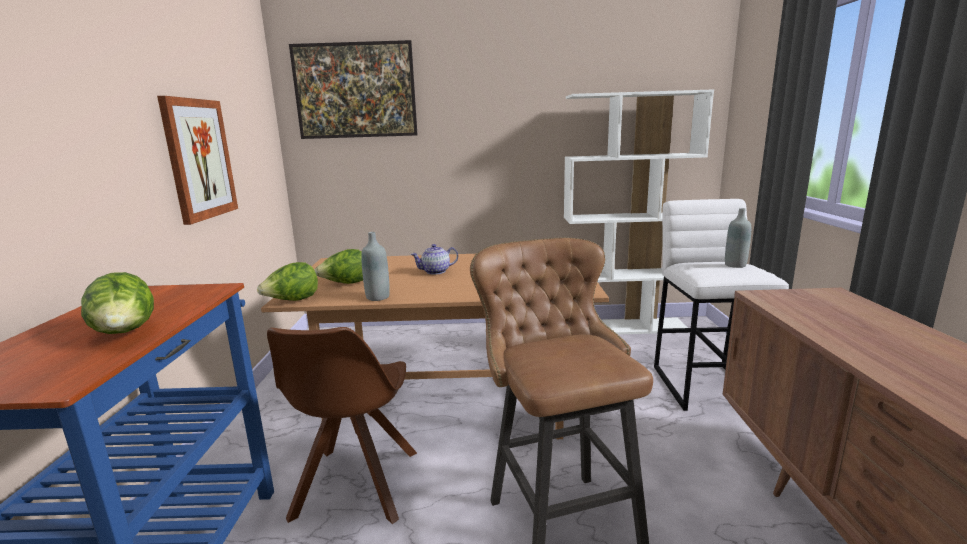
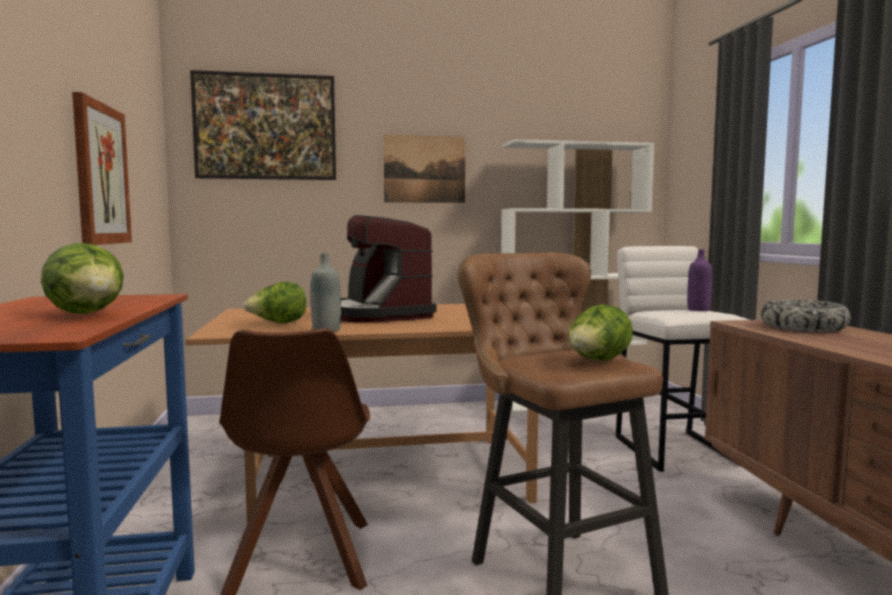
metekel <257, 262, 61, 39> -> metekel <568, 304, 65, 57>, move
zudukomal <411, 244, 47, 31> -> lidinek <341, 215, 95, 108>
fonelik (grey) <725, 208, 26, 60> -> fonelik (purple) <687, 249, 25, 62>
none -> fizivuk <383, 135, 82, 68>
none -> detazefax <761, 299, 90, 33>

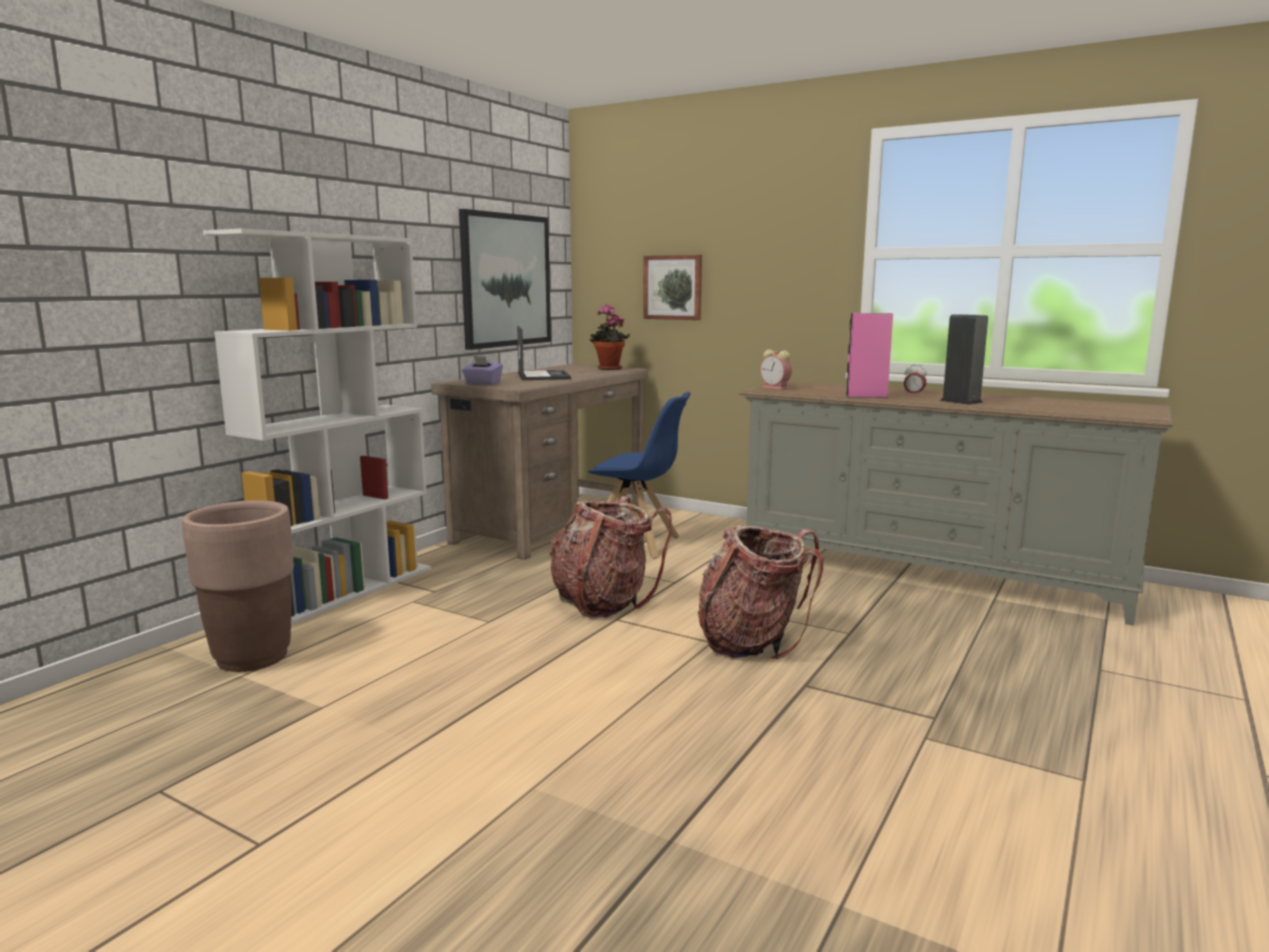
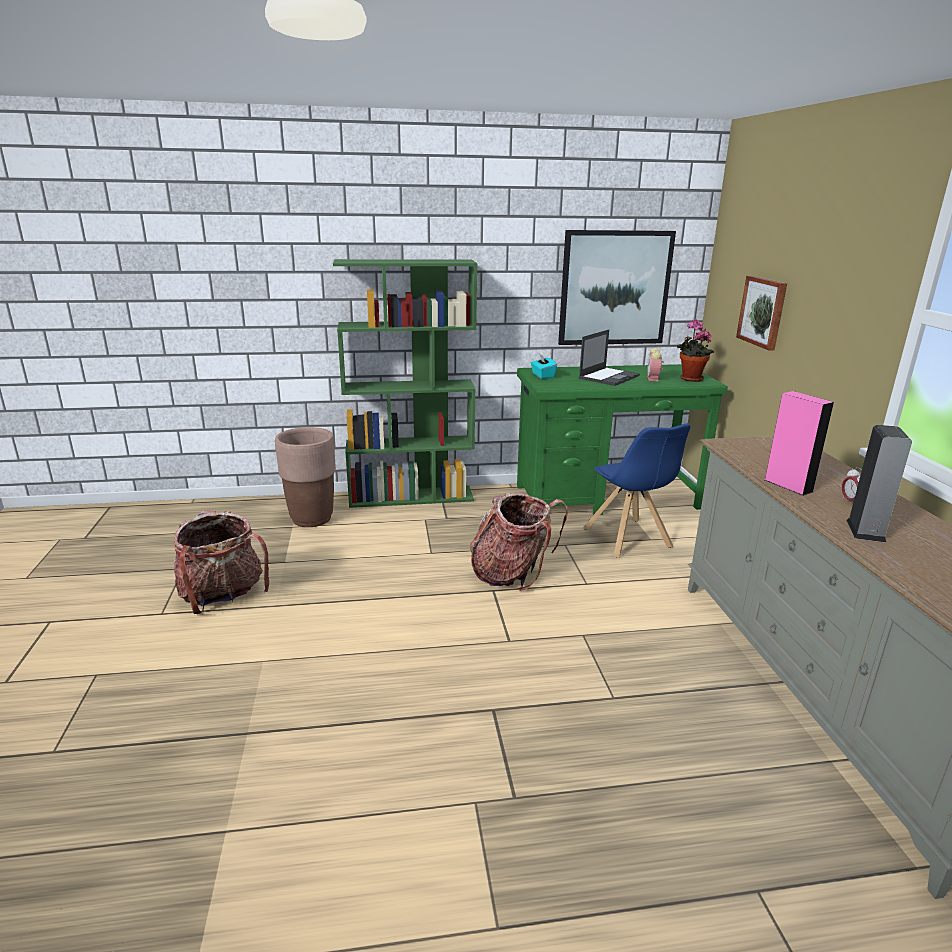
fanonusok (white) <203, 229, 228, 396> -> fanonusok (green) <333, 259, 144, 249>
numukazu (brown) <431, 364, 217, 196> -> numukazu (green) <517, 364, 211, 151>
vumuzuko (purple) <462, 356, 41, 29> -> vumuzuko (turquoise) <531, 353, 26, 26>
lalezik <698, 525, 125, 134> -> lalezik <174, 510, 95, 104>, move
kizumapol <760, 349, 32, 41> -> kizumapol <647, 348, 17, 34>, move

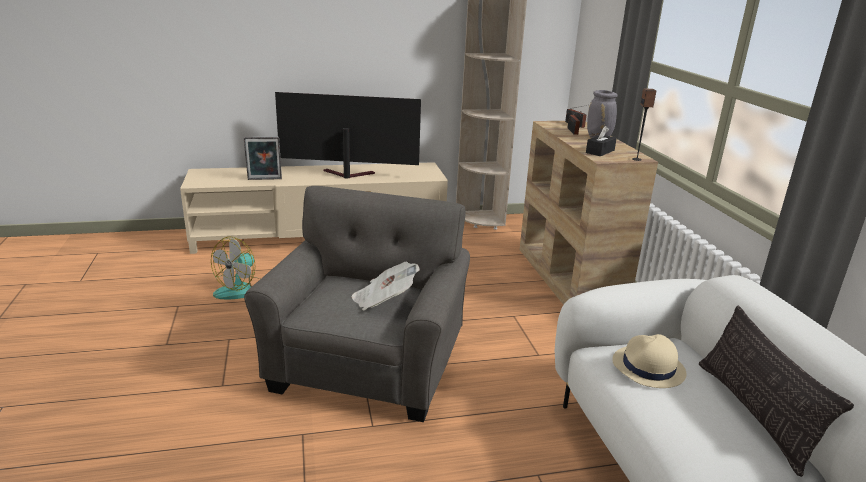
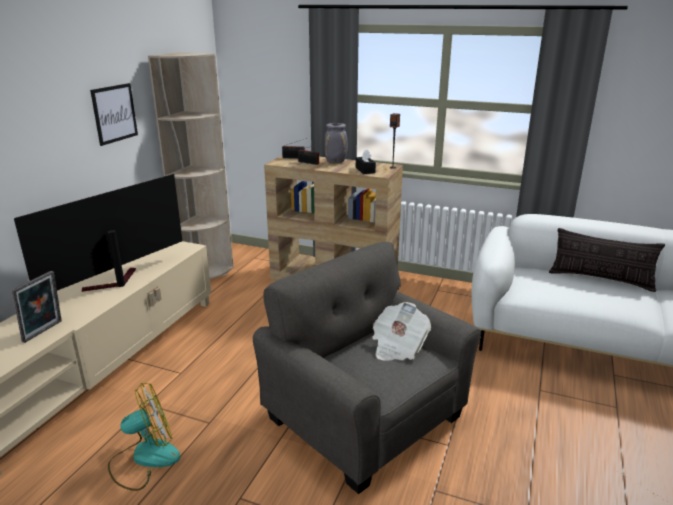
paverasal <211, 237, 49, 62> -> paverasal <108, 383, 72, 108>, 90 degrees counterclockwise
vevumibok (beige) <612, 334, 75, 54> -> none
none -> fizivuk <90, 83, 48, 63>

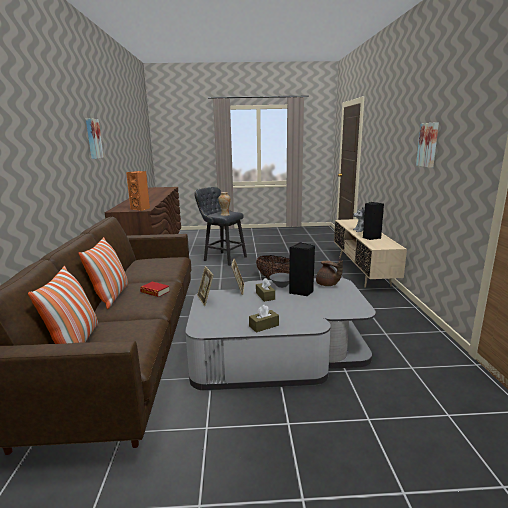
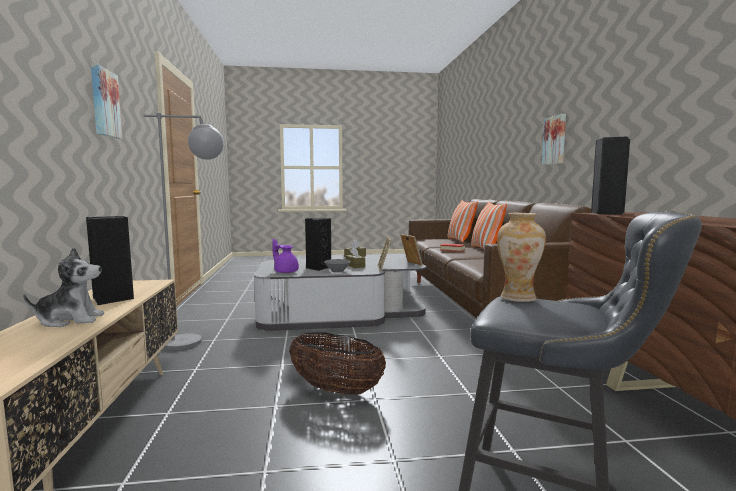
fizivuk <86, 118, 18, 41> -> fizivuk <542, 114, 24, 51>, move
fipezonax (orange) <126, 171, 24, 40> -> fipezonax (black) <590, 137, 40, 78>
zudukomal (brown) <316, 260, 27, 26> -> zudukomal (purple) <273, 239, 26, 34>
none -> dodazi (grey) <143, 113, 81, 237>

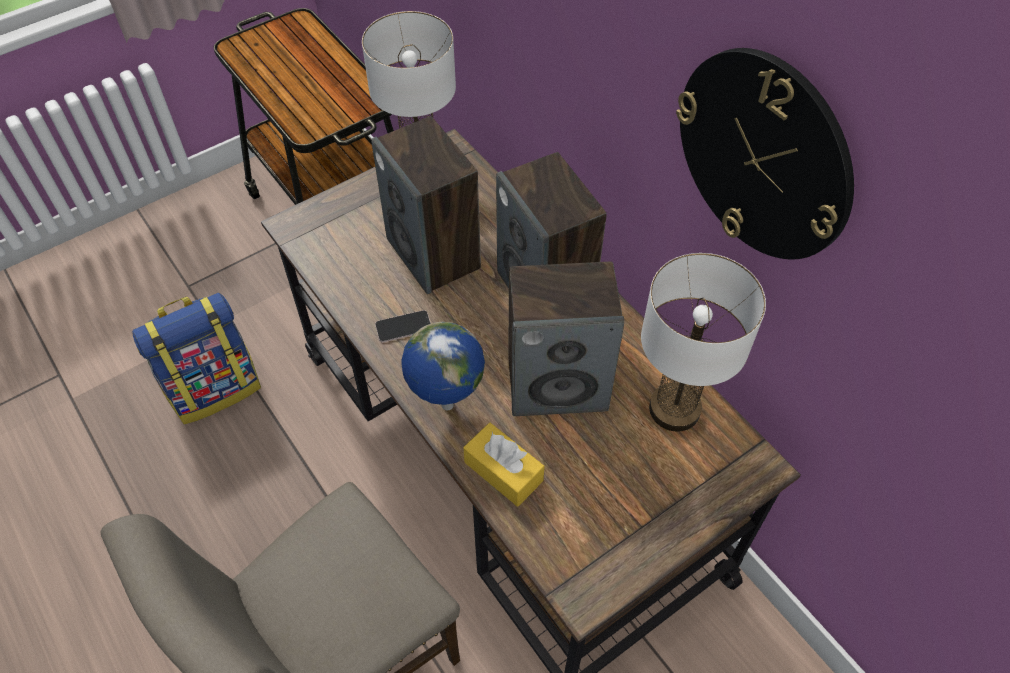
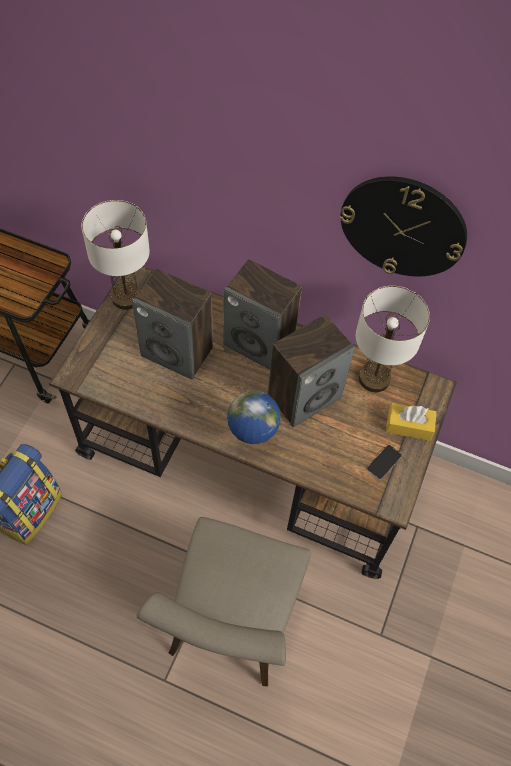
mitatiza <375, 310, 56, 32> -> mitatiza <367, 445, 35, 35>, move
vumuzuko (yellow) <463, 423, 81, 84> -> vumuzuko (yellow) <386, 403, 51, 38>, move

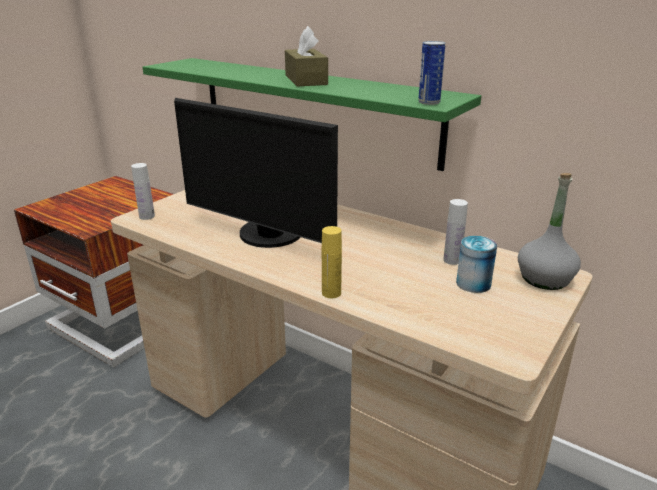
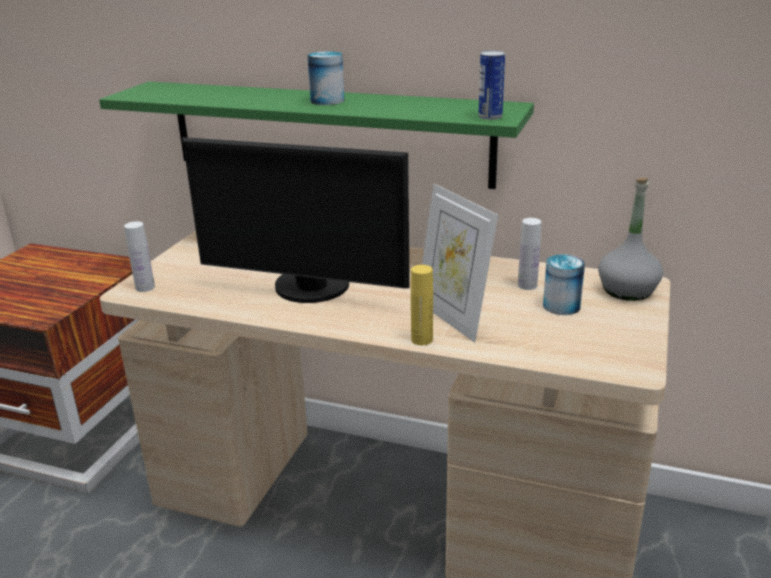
vumuzuko (brown) <285, 26, 43, 61> -> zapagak <307, 51, 37, 54>
none -> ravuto <422, 184, 76, 158>

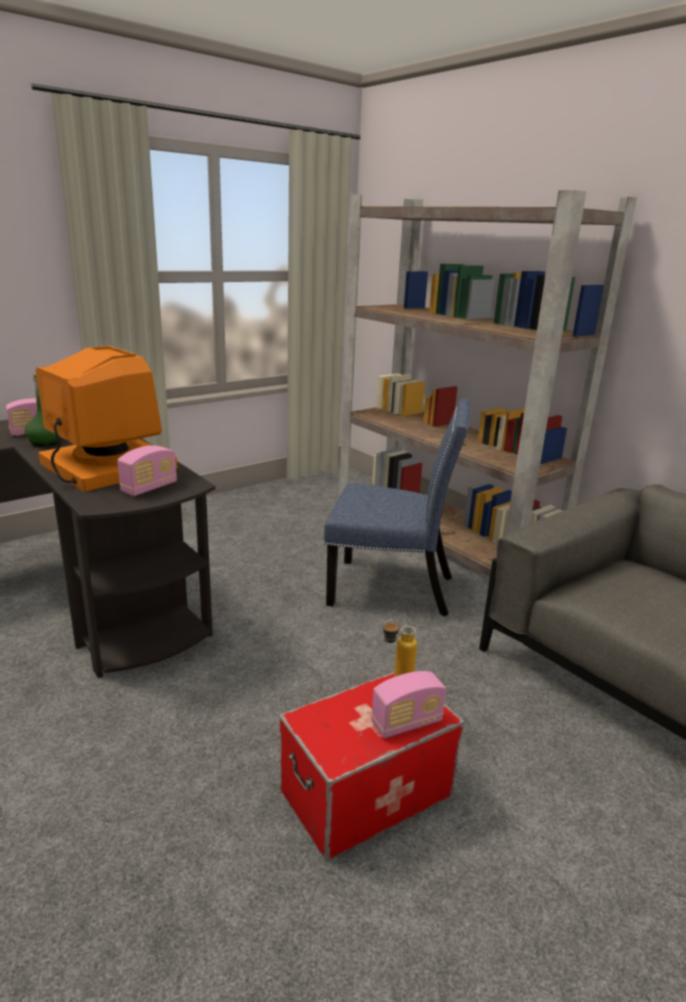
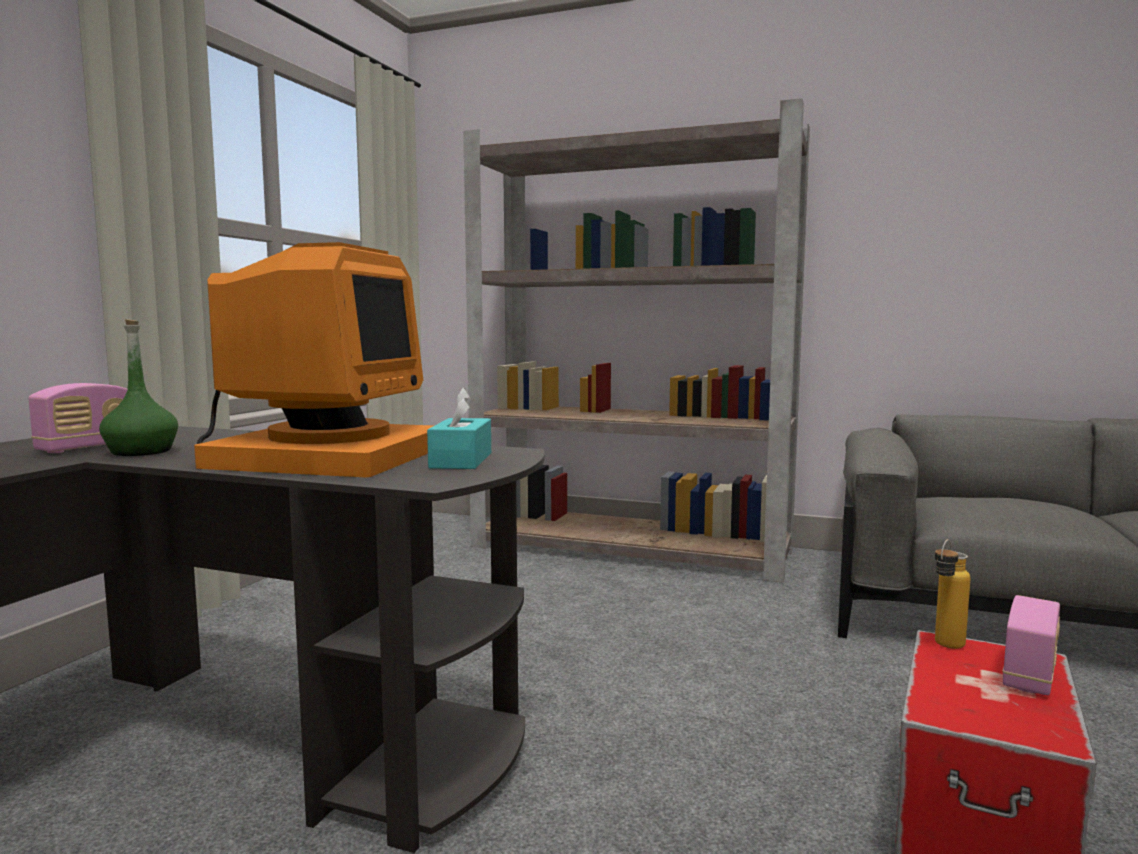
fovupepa <36, 346, 141, 145> -> fovupepa <194, 242, 240, 235>, 90 degrees clockwise
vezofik <117, 445, 60, 51> -> vumuzuko (turquoise) <427, 387, 64, 82>
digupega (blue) <324, 398, 147, 218> -> none

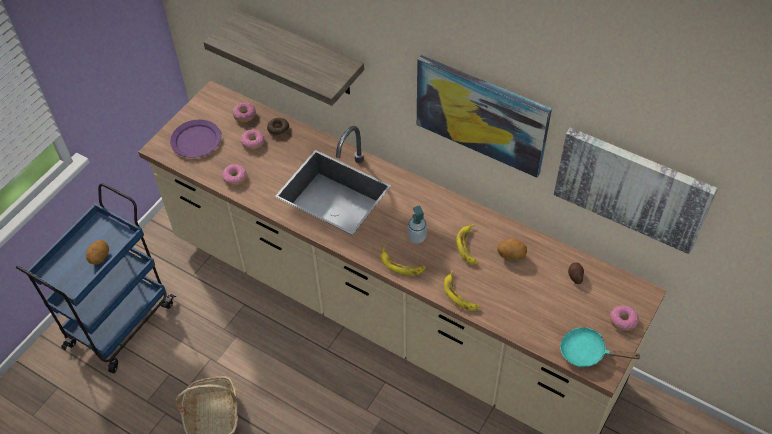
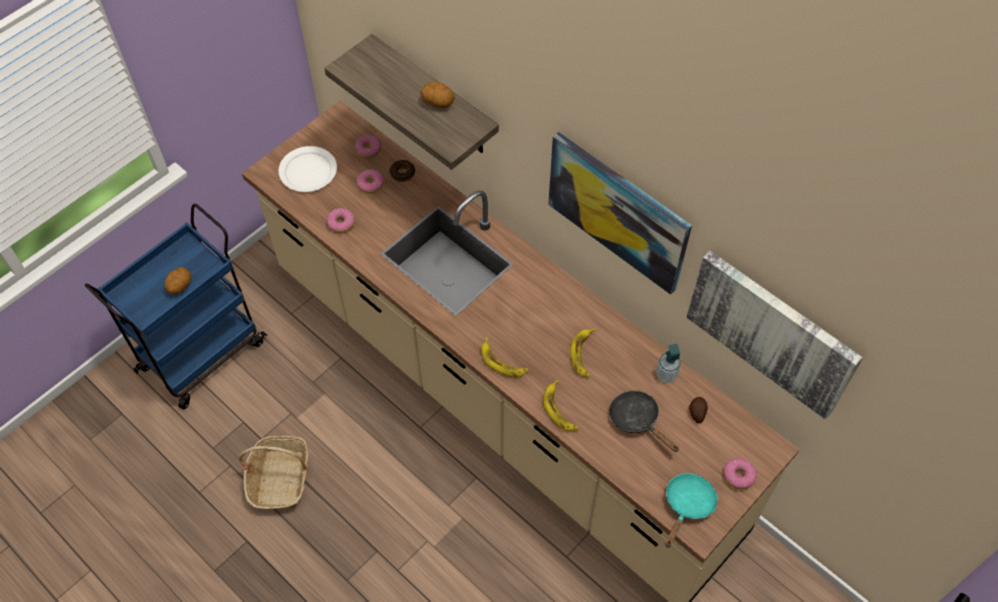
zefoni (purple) <170, 120, 51, 38> -> zefoni (white) <279, 146, 58, 46>
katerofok <408, 206, 19, 37> -> katerofok <656, 344, 25, 39>, move
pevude <497, 239, 30, 21> -> pevude <420, 82, 35, 26>, move
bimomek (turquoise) <560, 327, 81, 40> -> bimomek (turquoise) <665, 473, 53, 75>, 90 degrees clockwise
none -> bimomek (black) <609, 390, 70, 62>

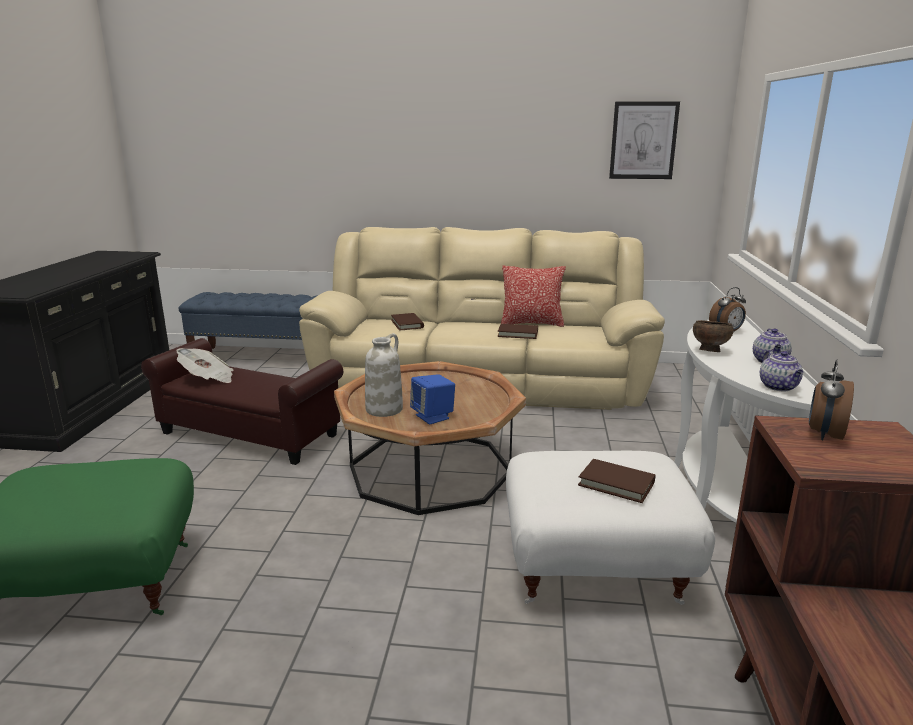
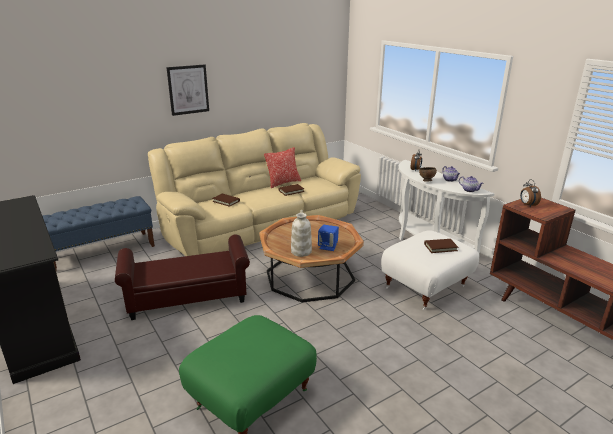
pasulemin <176, 348, 58, 35> -> none
fizivuk <609, 101, 71, 78> -> fizivuk <166, 65, 43, 51>, move

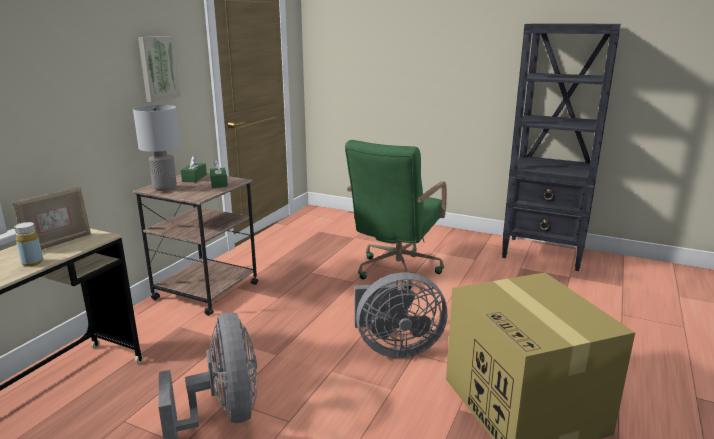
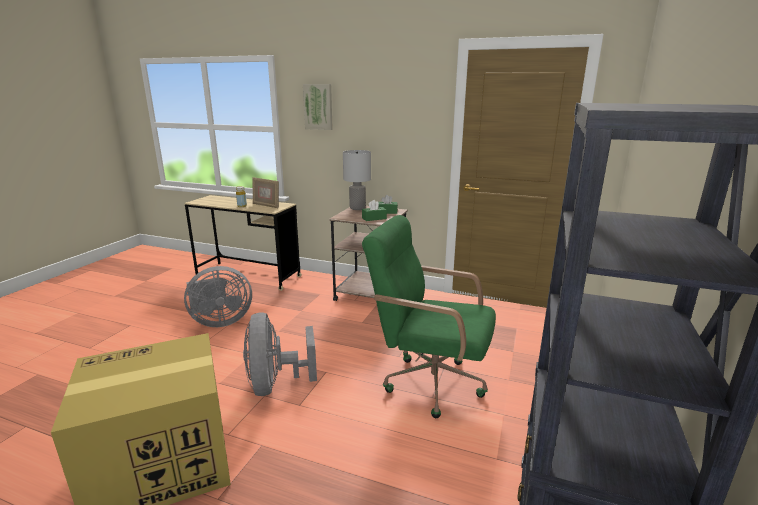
fizivuk <138, 36, 43, 66> -> fizivuk <303, 84, 30, 46>, move

